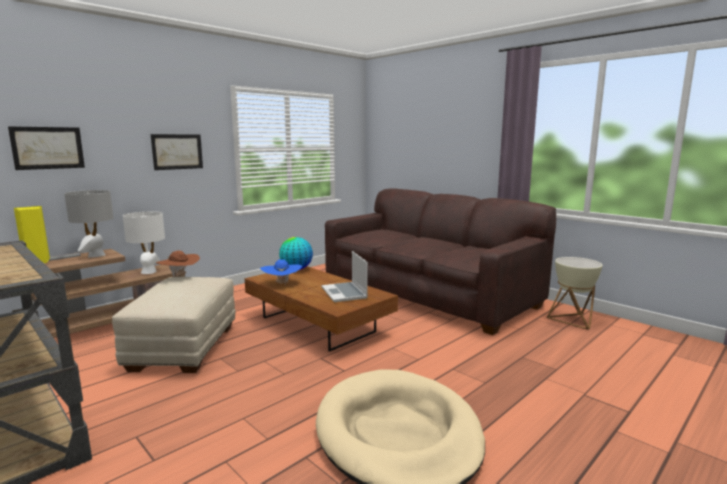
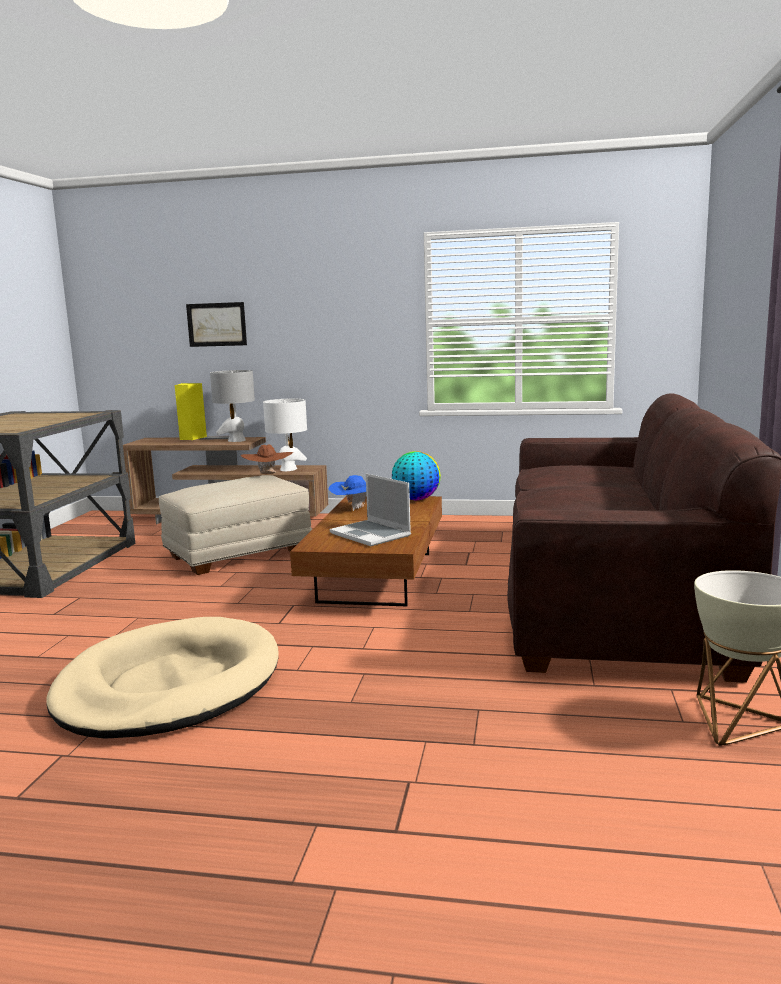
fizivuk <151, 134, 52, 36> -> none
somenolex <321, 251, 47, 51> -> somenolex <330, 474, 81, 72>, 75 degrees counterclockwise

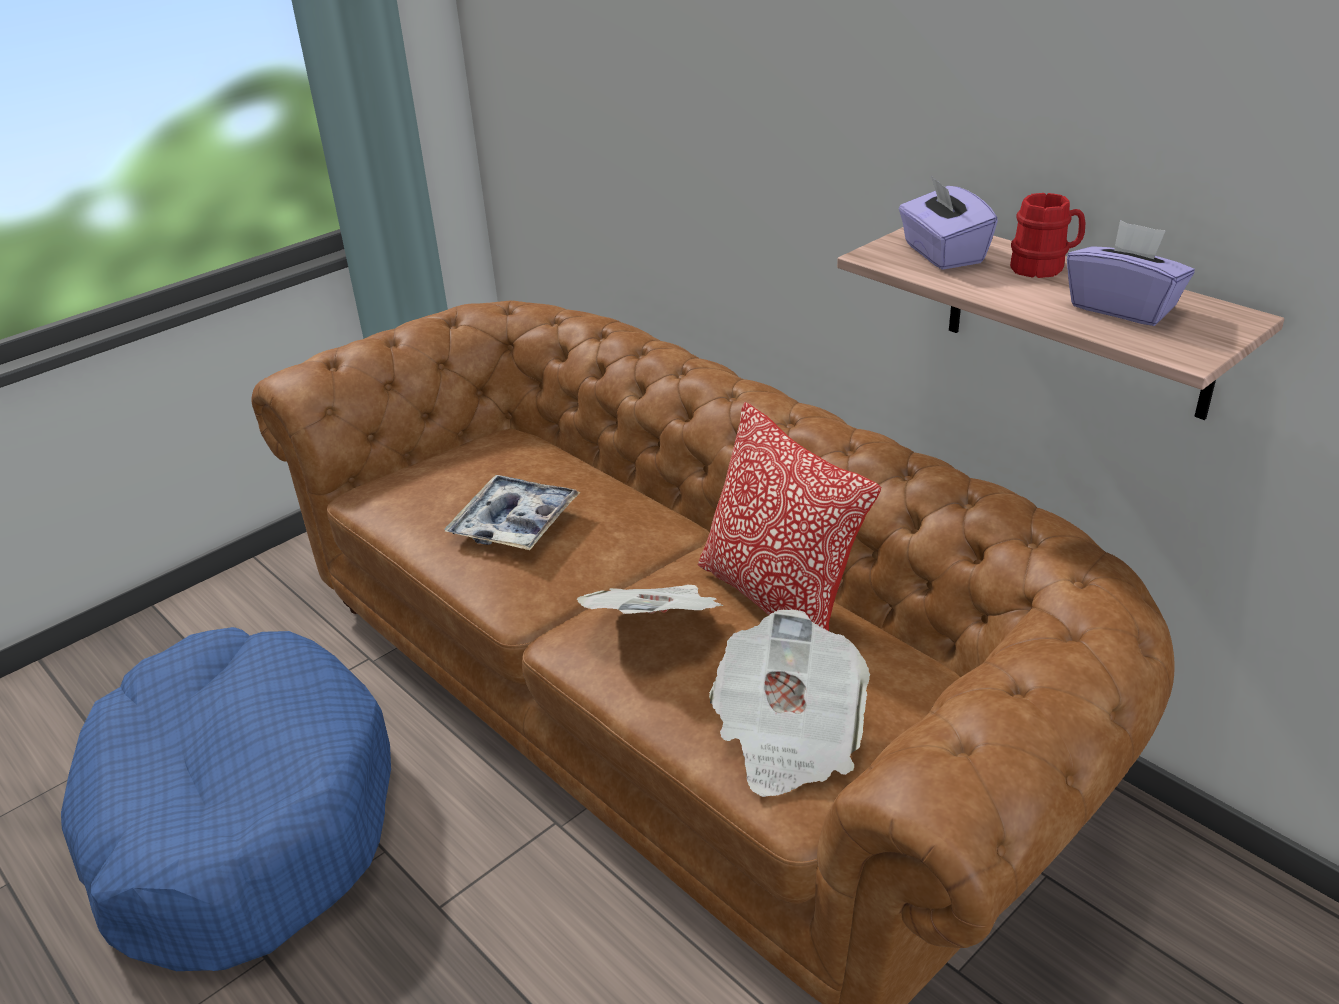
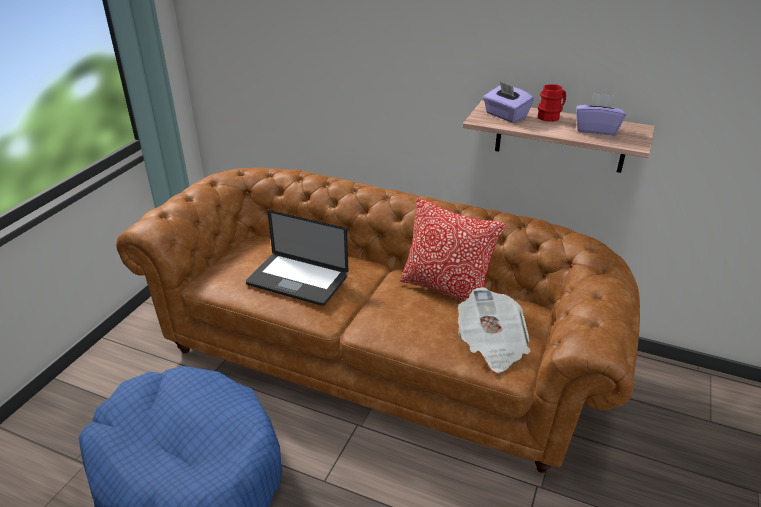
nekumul <444, 475, 137, 75> -> somenolex <246, 210, 102, 96>
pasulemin <577, 585, 146, 29> -> none

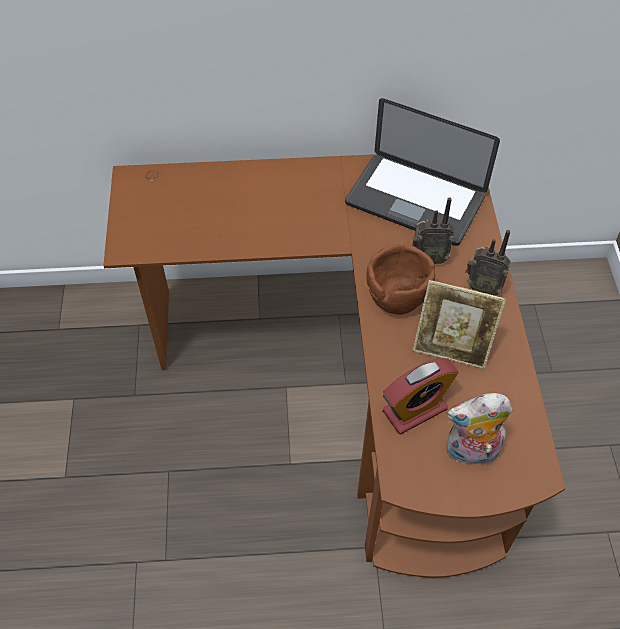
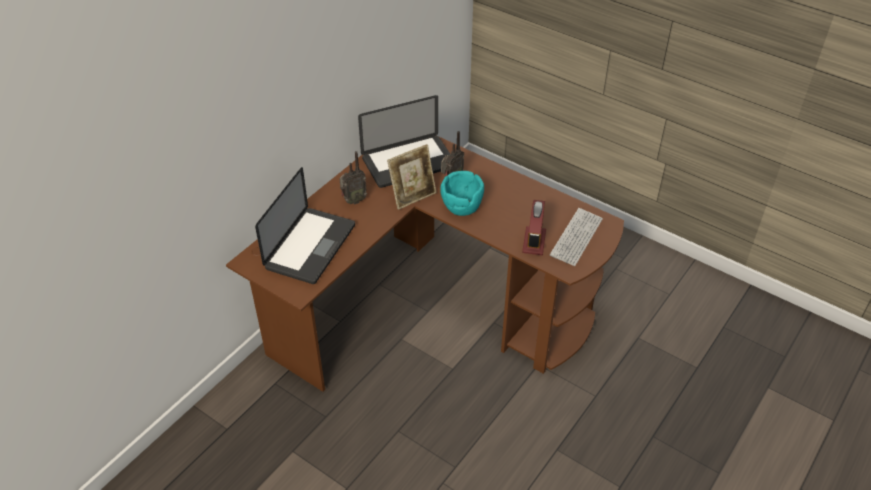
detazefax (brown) <366, 244, 69, 71> -> detazefax (turquoise) <440, 171, 44, 45>
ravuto <413, 280, 93, 89> -> ravuto <387, 144, 50, 66>, move
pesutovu <446, 393, 66, 76> -> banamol <550, 208, 53, 58>
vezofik <465, 230, 46, 65> -> vezofik <339, 151, 28, 53>, move
none -> somenolex <255, 167, 100, 117>

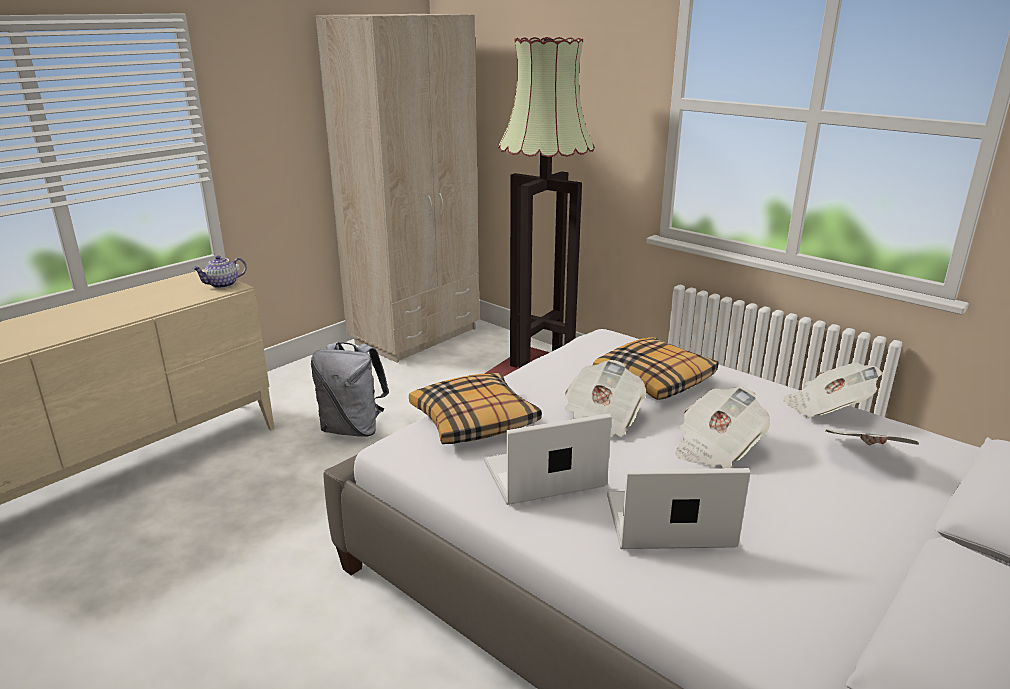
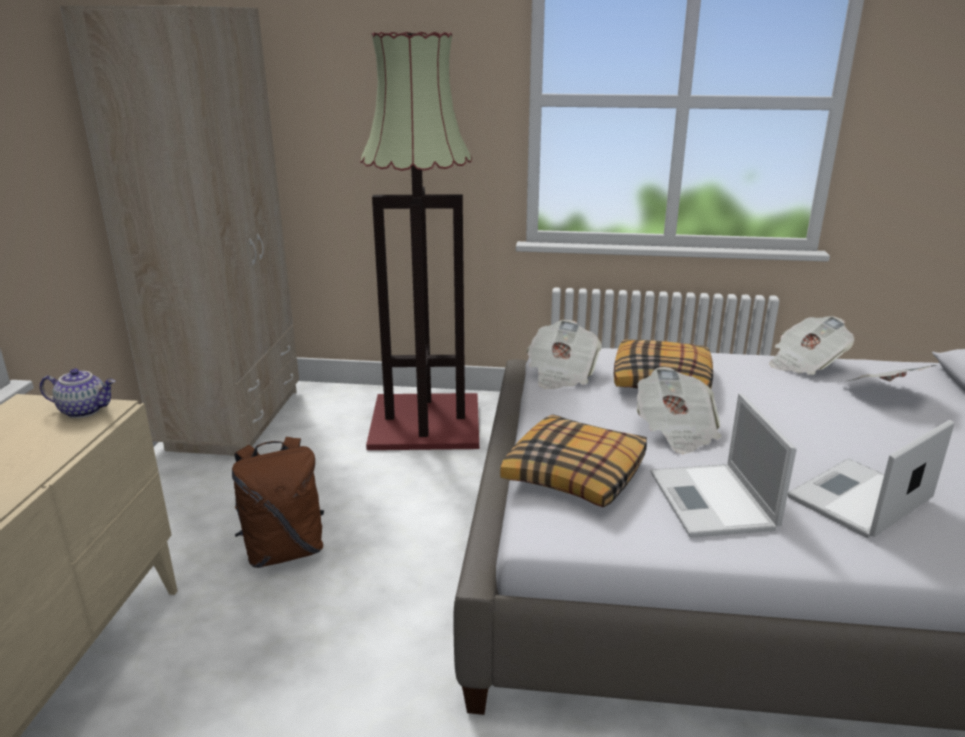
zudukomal <192, 256, 55, 33> -> zudukomal <40, 368, 75, 50>, 105 degrees counterclockwise
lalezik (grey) <311, 342, 78, 95> -> lalezik (brown) <232, 437, 92, 131>
somenolex <484, 413, 128, 92> -> somenolex <650, 393, 147, 145>, 45 degrees counterclockwise
pasulemin <675, 387, 95, 81> -> pasulemin <527, 320, 75, 69>, move

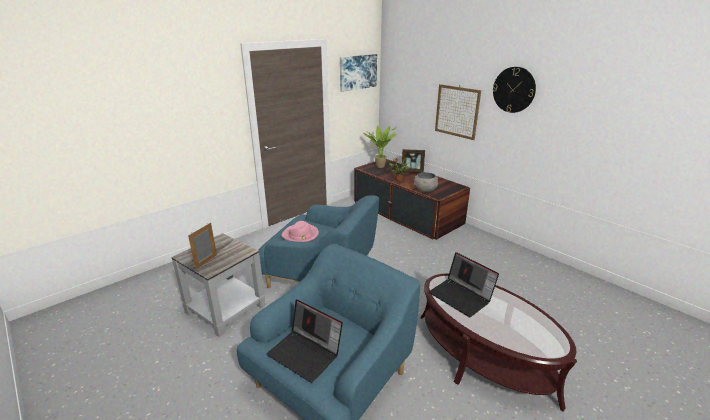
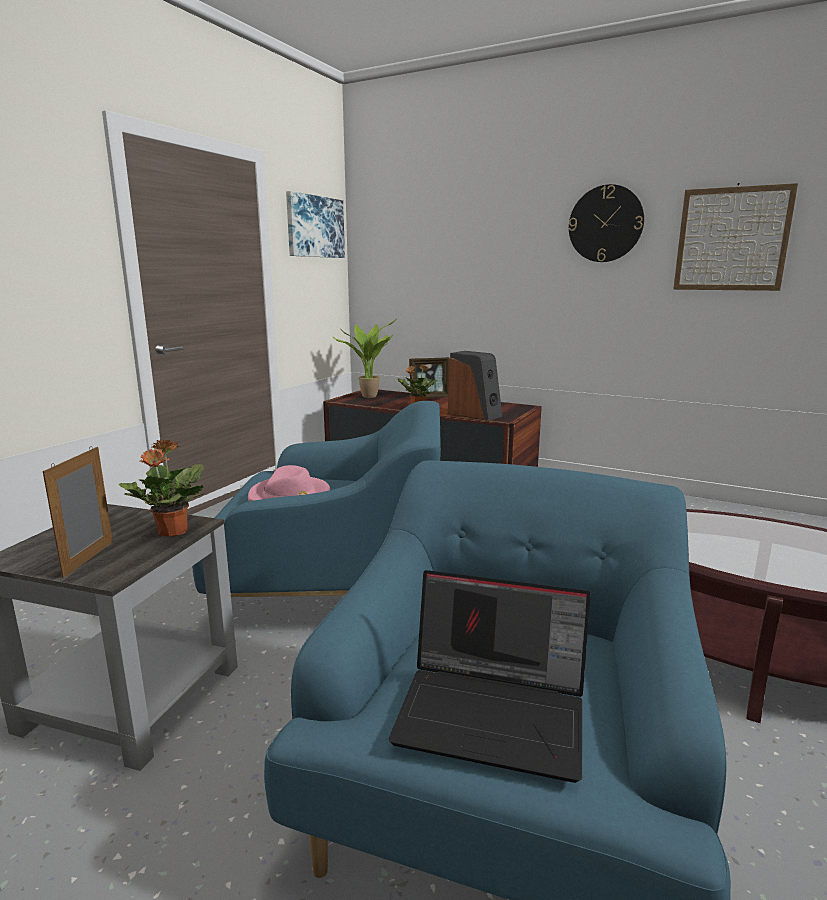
detazefax (grey) <414, 172, 24, 20> -> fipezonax <448, 351, 54, 70>
somenolex <429, 252, 70, 65> -> none
fizivuk <435, 84, 46, 56> -> fizivuk <673, 183, 125, 108>, move
none -> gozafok <118, 440, 86, 97>

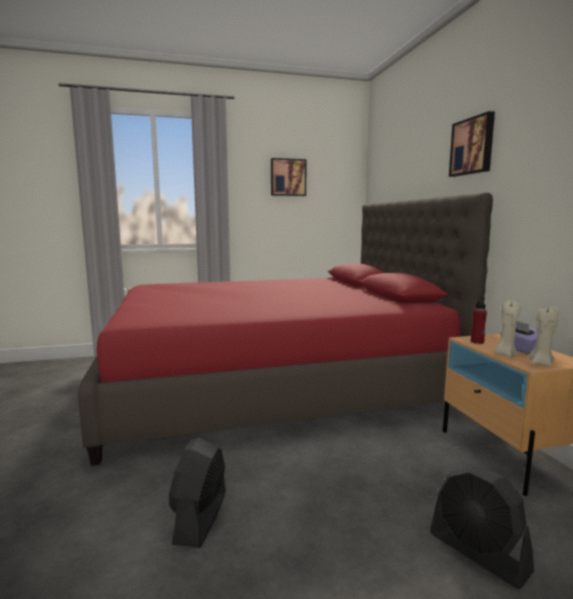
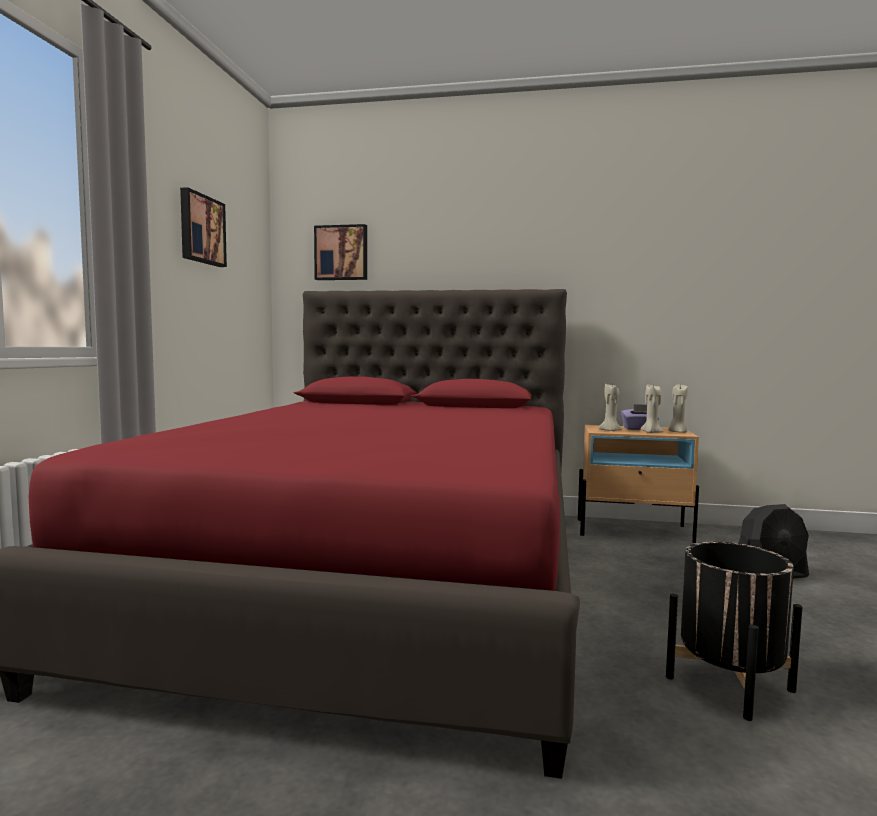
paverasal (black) <169, 437, 56, 111> -> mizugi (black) <666, 542, 136, 179>
fizivuk <449, 111, 46, 66> -> fizivuk <314, 224, 53, 56>, move
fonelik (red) <471, 297, 16, 47> -> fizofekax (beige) <598, 384, 24, 47>

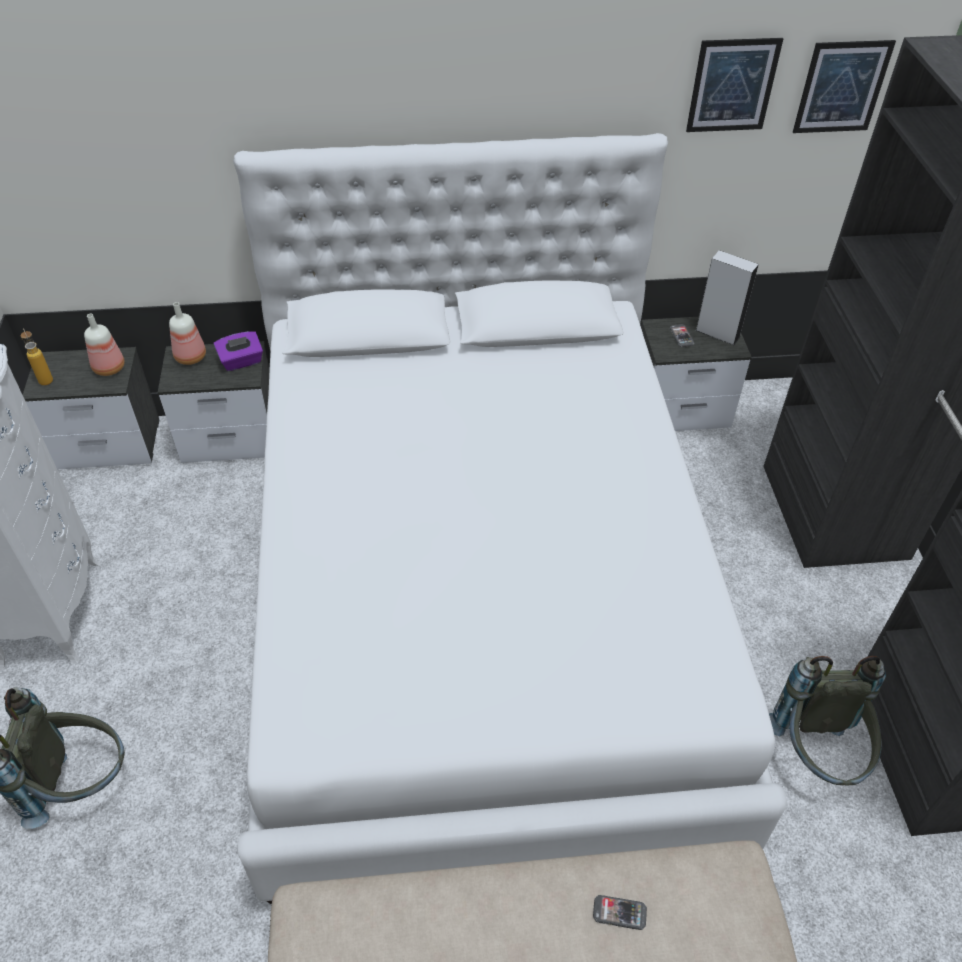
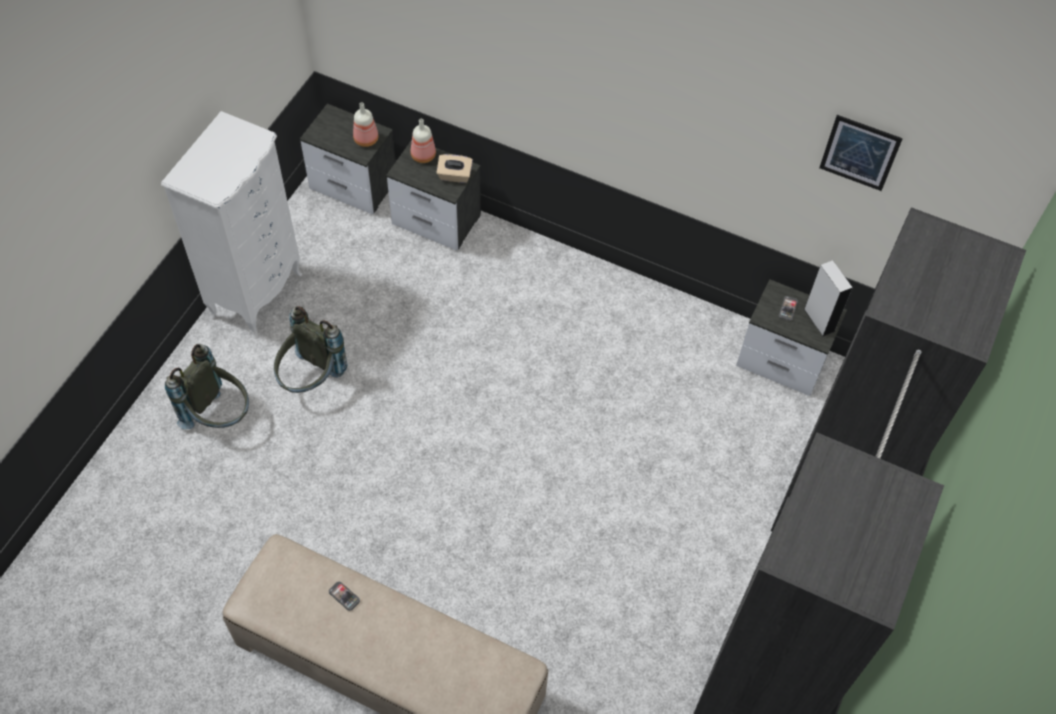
fonelik <20, 328, 33, 57> -> none
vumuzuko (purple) <214, 331, 49, 40> -> vumuzuko (beige) <437, 154, 36, 29>
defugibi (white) <233, 133, 554, 771> -> none
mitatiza <593, 895, 54, 35> -> mitatiza <329, 582, 31, 29>, move
lalezik (grey) <769, 656, 117, 129> -> lalezik (grey) <274, 306, 74, 87>, move
fizivuk <793, 40, 103, 93> -> none

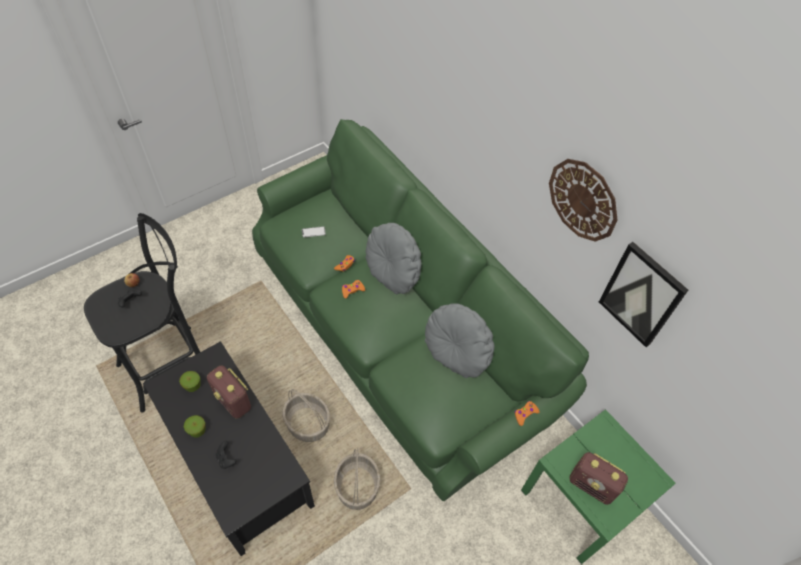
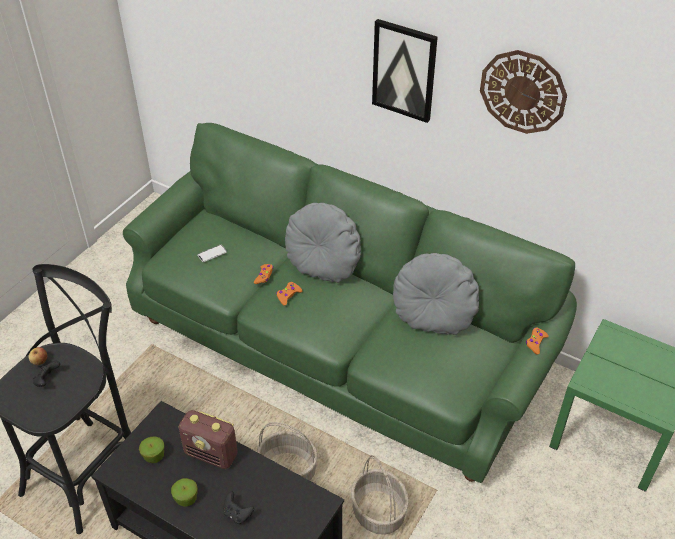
vezofik <569, 452, 59, 53> -> none
fizivuk <599, 242, 89, 105> -> fizivuk <372, 19, 66, 104>, move

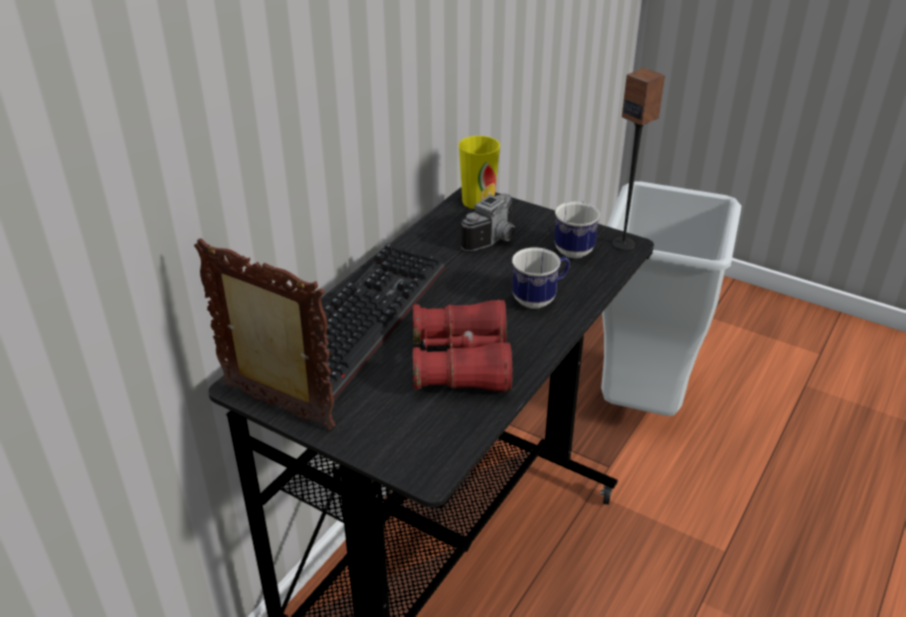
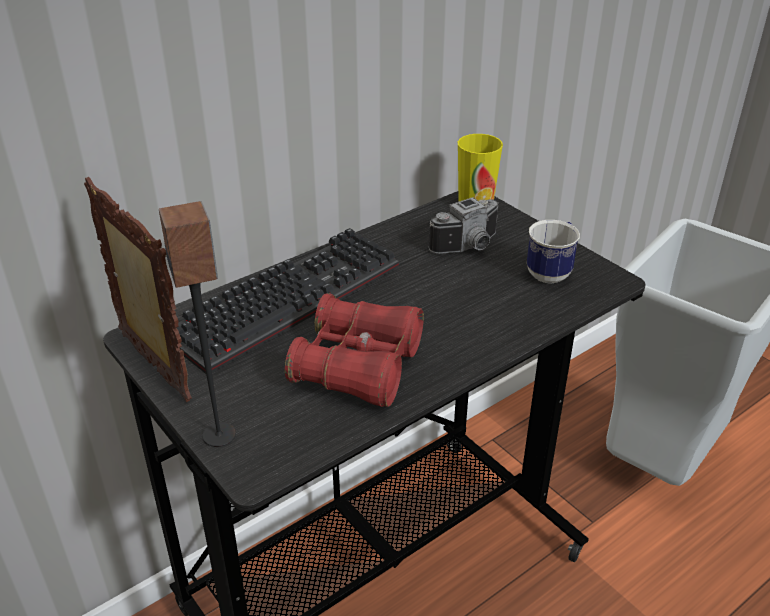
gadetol <512, 247, 58, 62> -> none
fipezonax <612, 68, 53, 182> -> fipezonax <159, 201, 77, 246>, move

